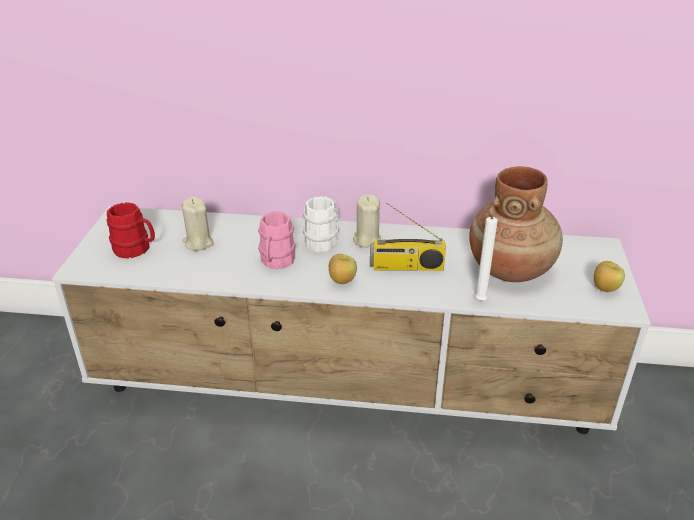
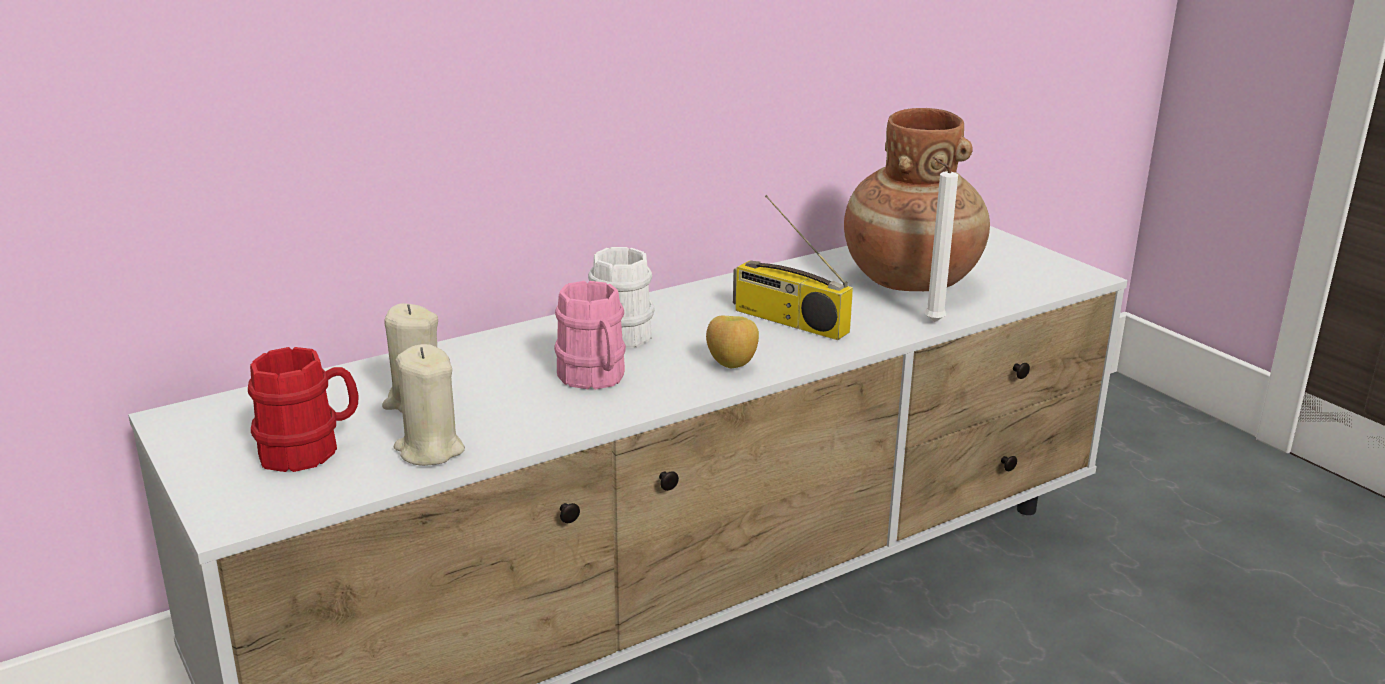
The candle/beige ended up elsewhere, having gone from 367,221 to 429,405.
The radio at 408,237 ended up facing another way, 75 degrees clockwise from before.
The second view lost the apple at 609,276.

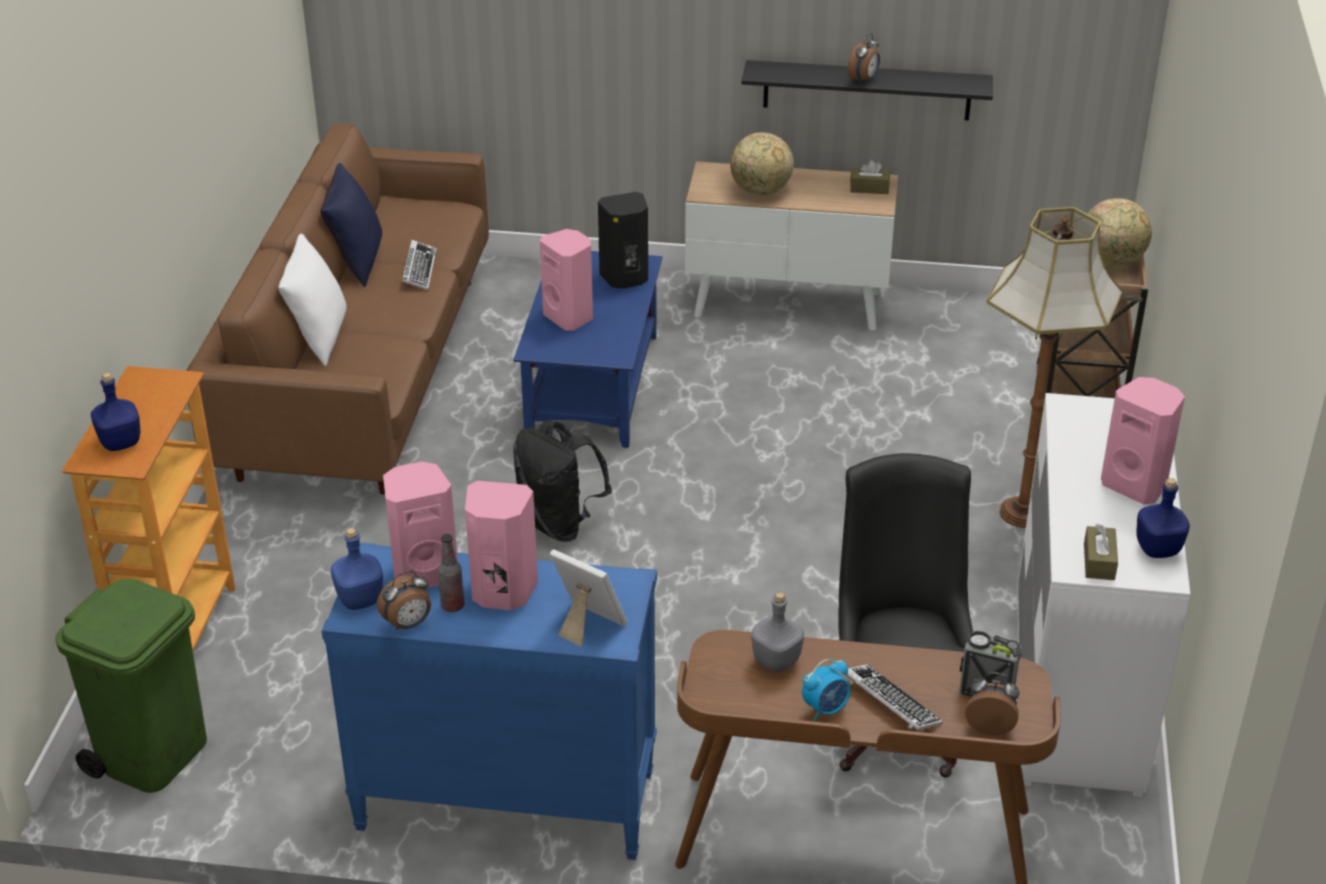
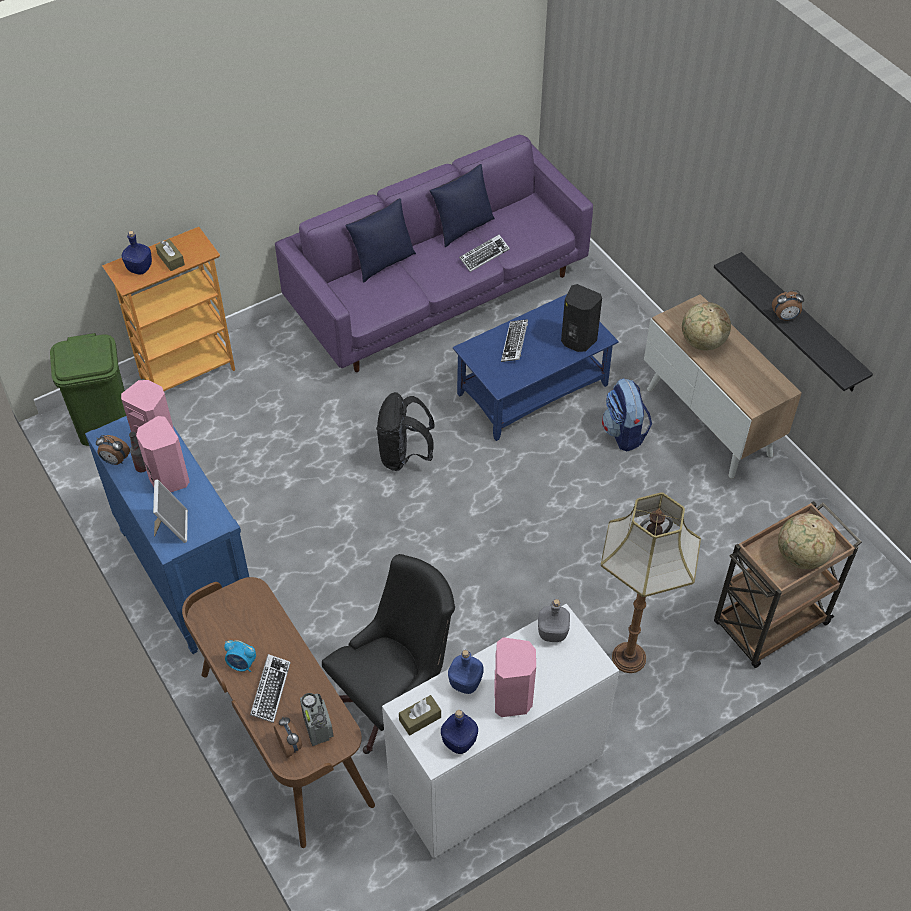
The tissue box/brown ended up elsewhere, having gone from 870,177 to 170,255.
What was the sofa/brown at 337,309 turned into the sofa/purple at 434,253.
What was the pillow/white at 312,300 turned into the pillow/blue at 380,240.
The bottle/blue ended up elsewhere, having gone from 357,569 to 466,672.
Where the speaker/pink stood at 566,280, the keyboard came to stand at 514,340.
The bottle/grey ended up elsewhere, having gone from 777,632 to 554,620.
The second view gained the backpack at 627,414.

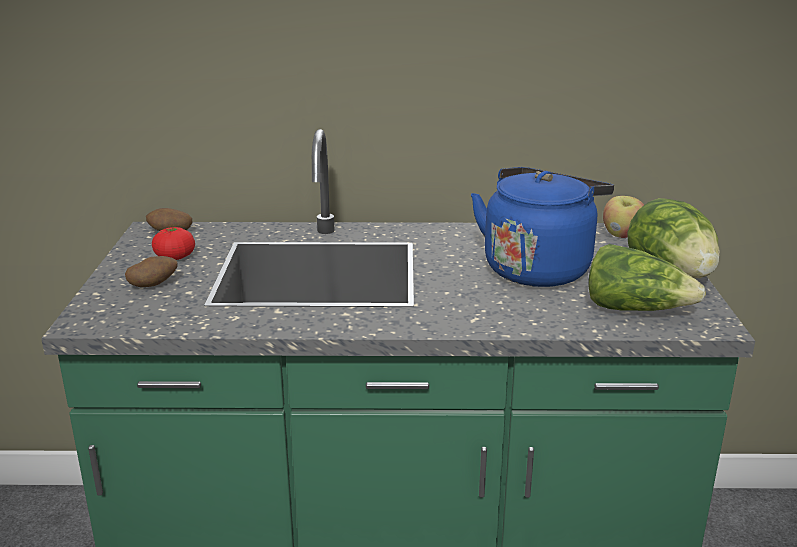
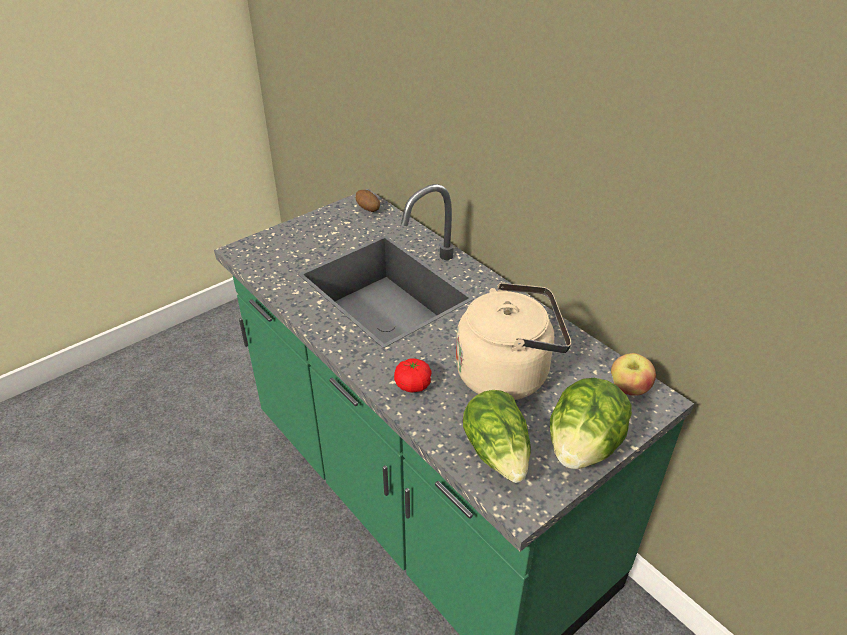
The tomato ended up elsewhere, having gone from 173,243 to 412,375.
What was the kettle/blue at 542,227 turned into the kettle/beige at 513,341.
The second view lost the potato at 151,271.

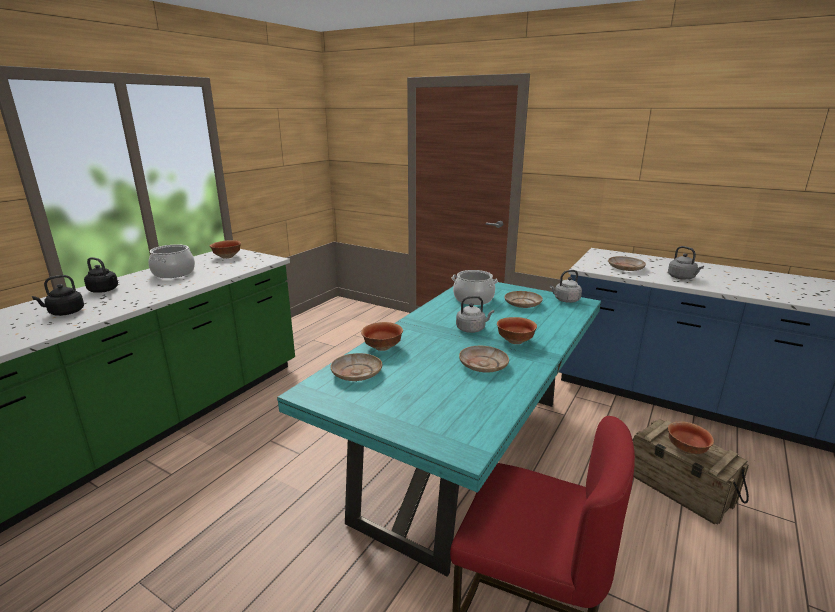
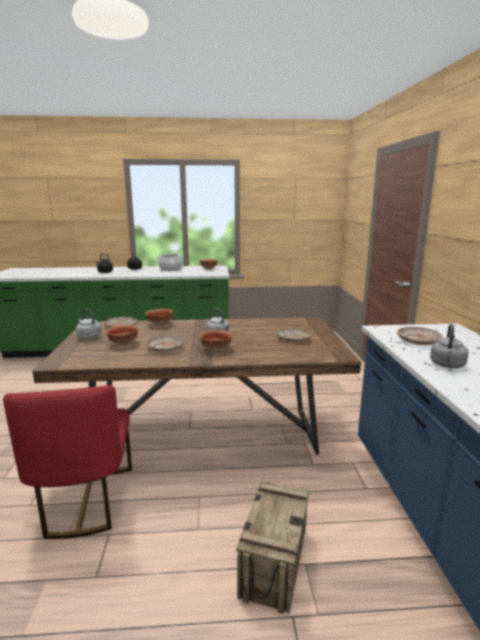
What was the dining table/turquoise at 439,429 turned into the dining table/brown at 196,386.
The kettle/grey ended up elsewhere, having gone from 566,286 to 89,324.
The bowl ended up elsewhere, having gone from 691,437 to 122,335.
The second view lost the cooking pot at 475,287.

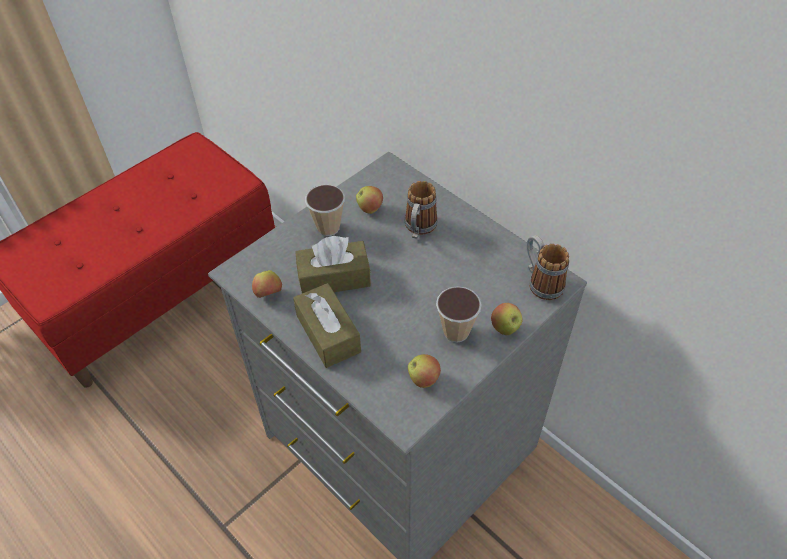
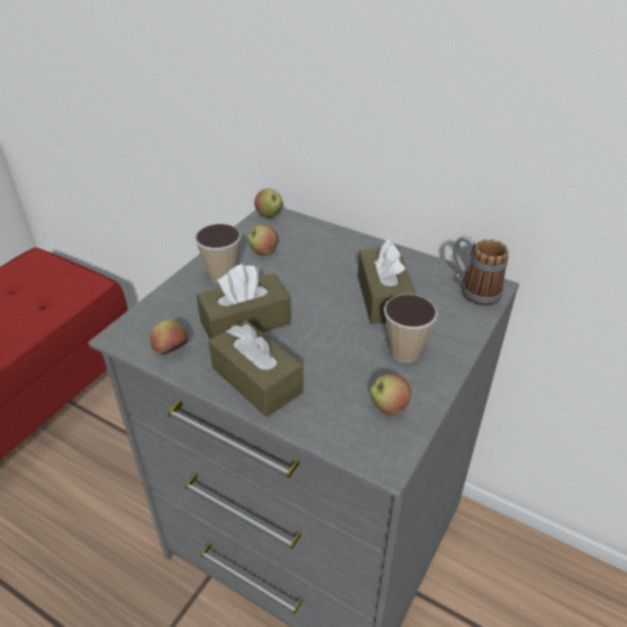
The apple ended up elsewhere, having gone from 507,319 to 268,203.
The second view gained the tissue box/brown at 387,281.
The second view lost the mug at 421,210.

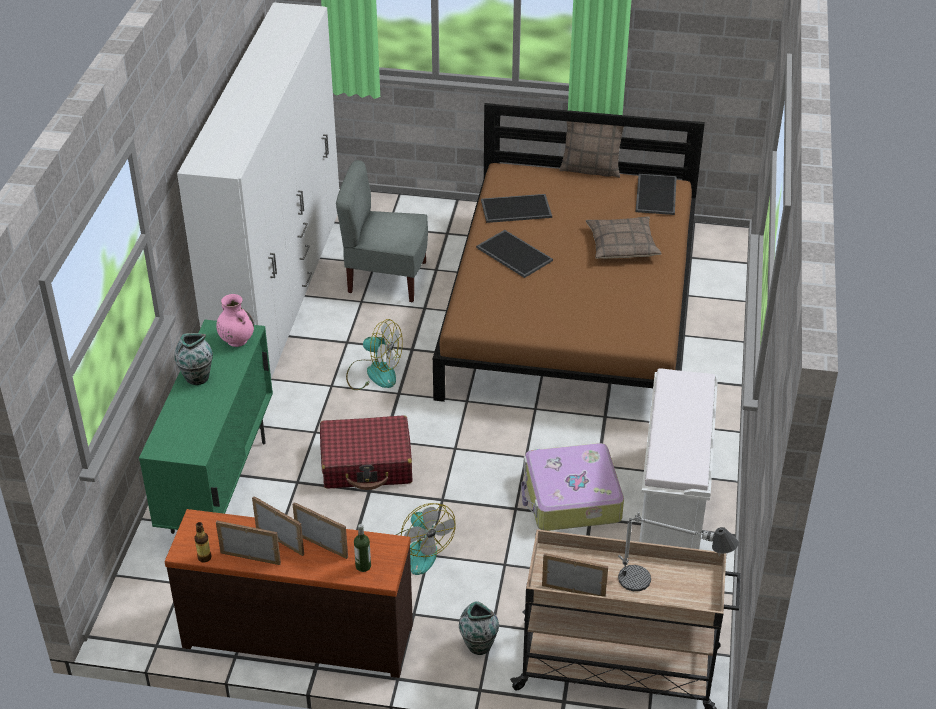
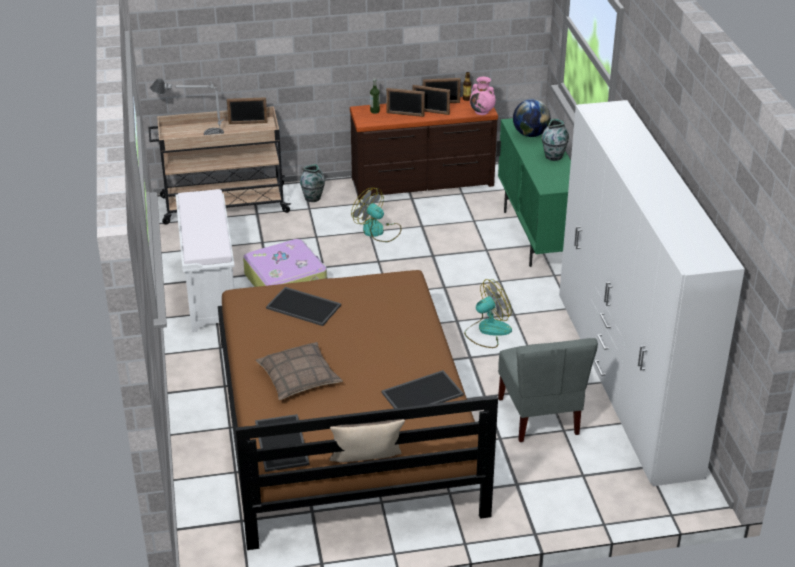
The tray ended up elsewhere, having gone from 514,254 to 303,306.
The fan at 374,354 ended up facing another way, 150 degrees clockwise from before.
The vase/pink ended up elsewhere, having gone from 235,320 to 483,96.
The chair/grey at 382,231 ended up facing another way, 90 degrees clockwise from before.
The second view gained the globe at 532,118.
The second view lost the suitcase/red at 366,452.

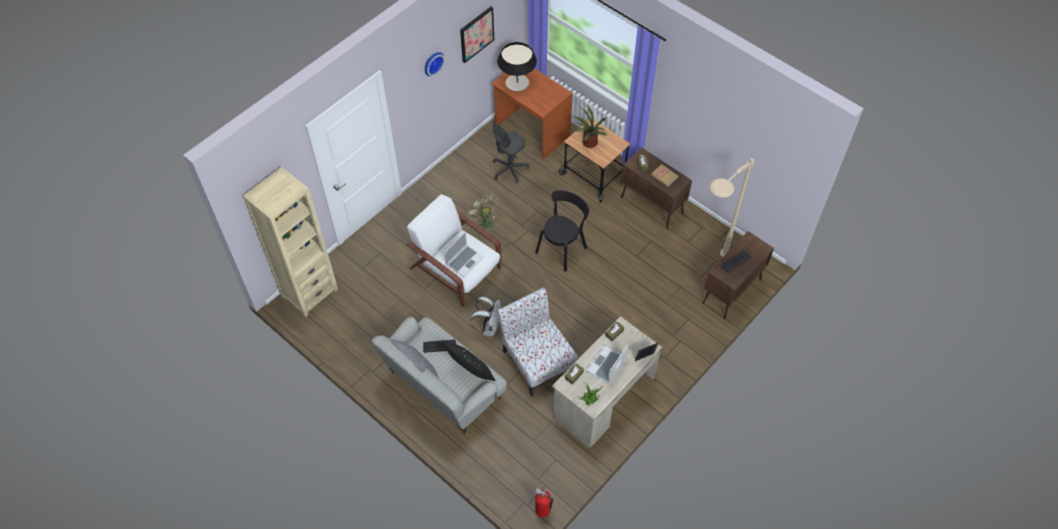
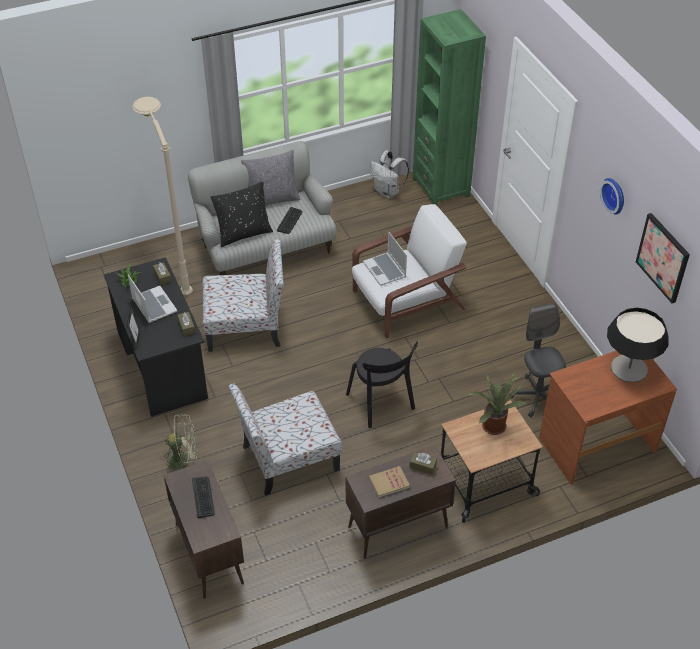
What was the desk/beige at 607,382 turned into the desk/black at 156,337.
The floor lamp/beige ended up elsewhere, having gone from 732,207 to 162,196.
The fan/green ended up elsewhere, having gone from 482,214 to 179,442.
The second view gained the chair at 285,439.
The backpack/white ended up elsewhere, having gone from 485,316 to 389,174.
What was the bookcase/beige at 290,242 turned into the bookcase/green at 449,107.
The second view lost the fire extinguisher at 543,503.

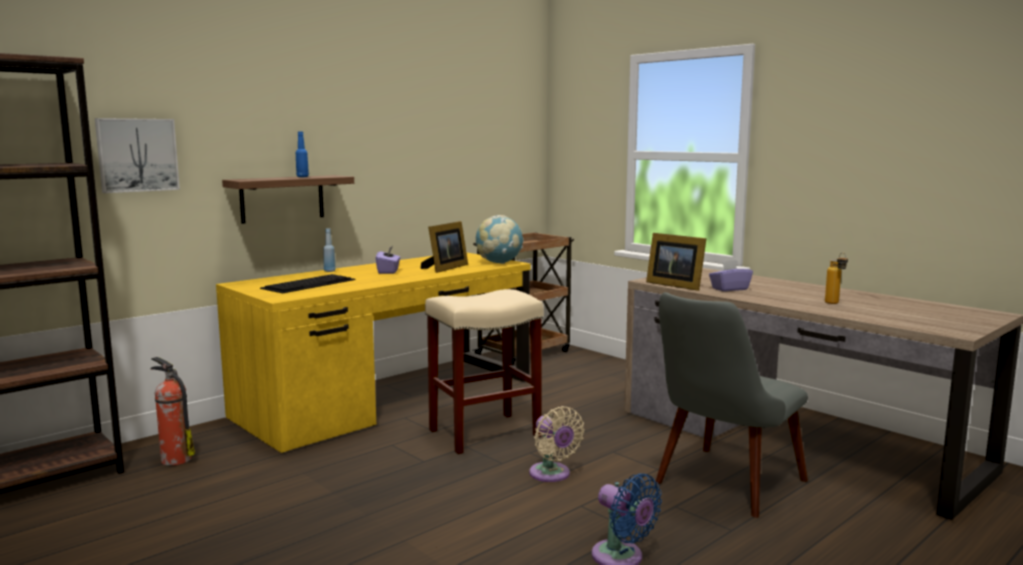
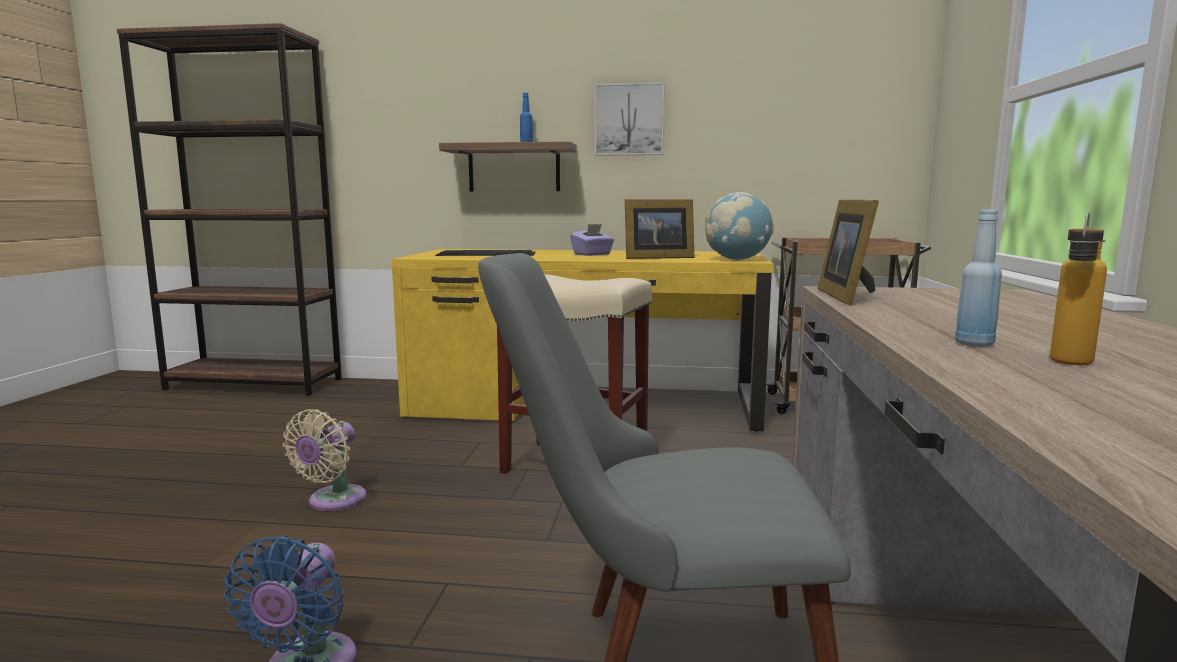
The fan/beige ended up elsewhere, having gone from 557,444 to 324,460.
The picture ended up elsewhere, having gone from 137,155 to 629,119.
The bottle/blue ended up elsewhere, having gone from 329,250 to 978,278.
The second view lost the fire extinguisher at 173,411.
The second view lost the tissue box/purple at 731,275.

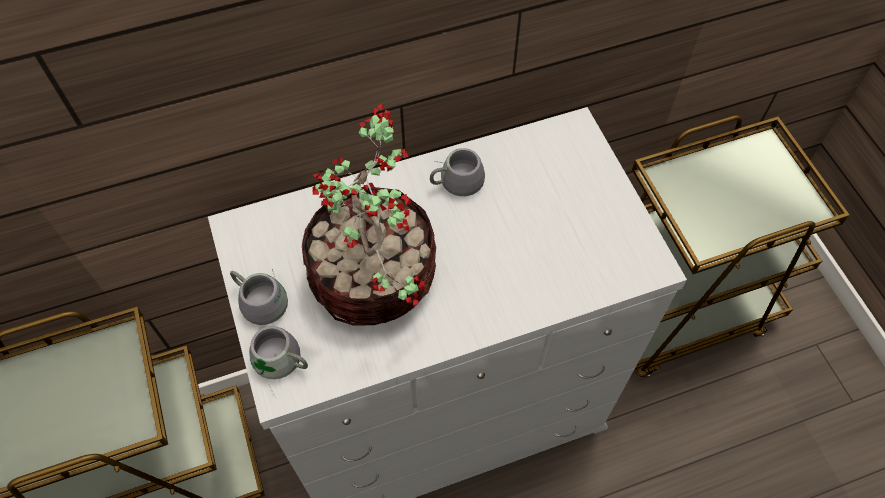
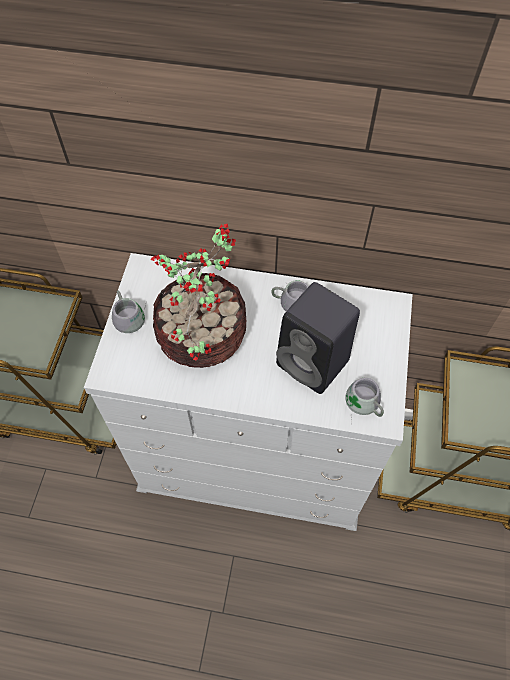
The second view gained the speaker/black at 318,338.
The mug/grey ended up elsewhere, having gone from 278,361 to 365,401.

